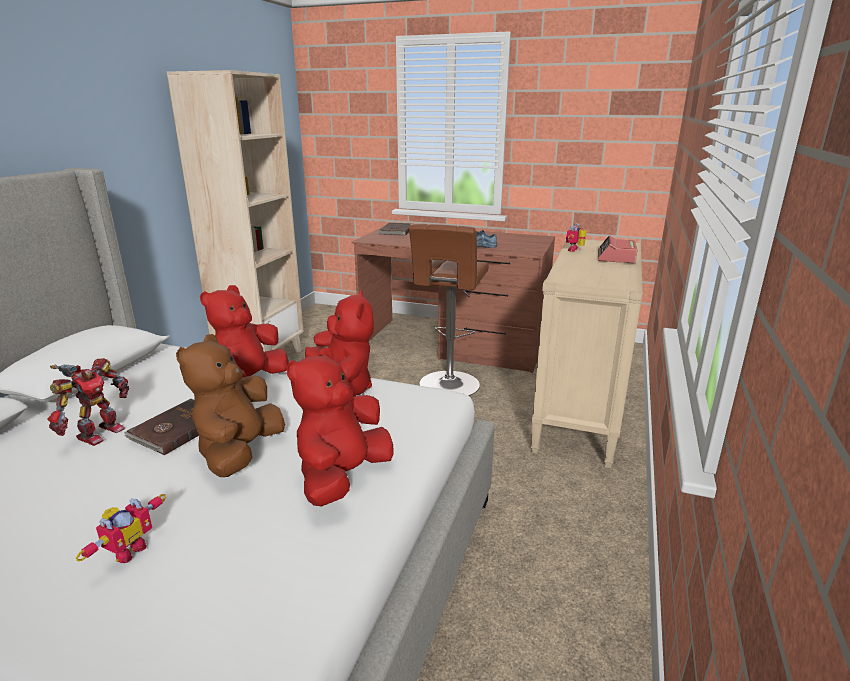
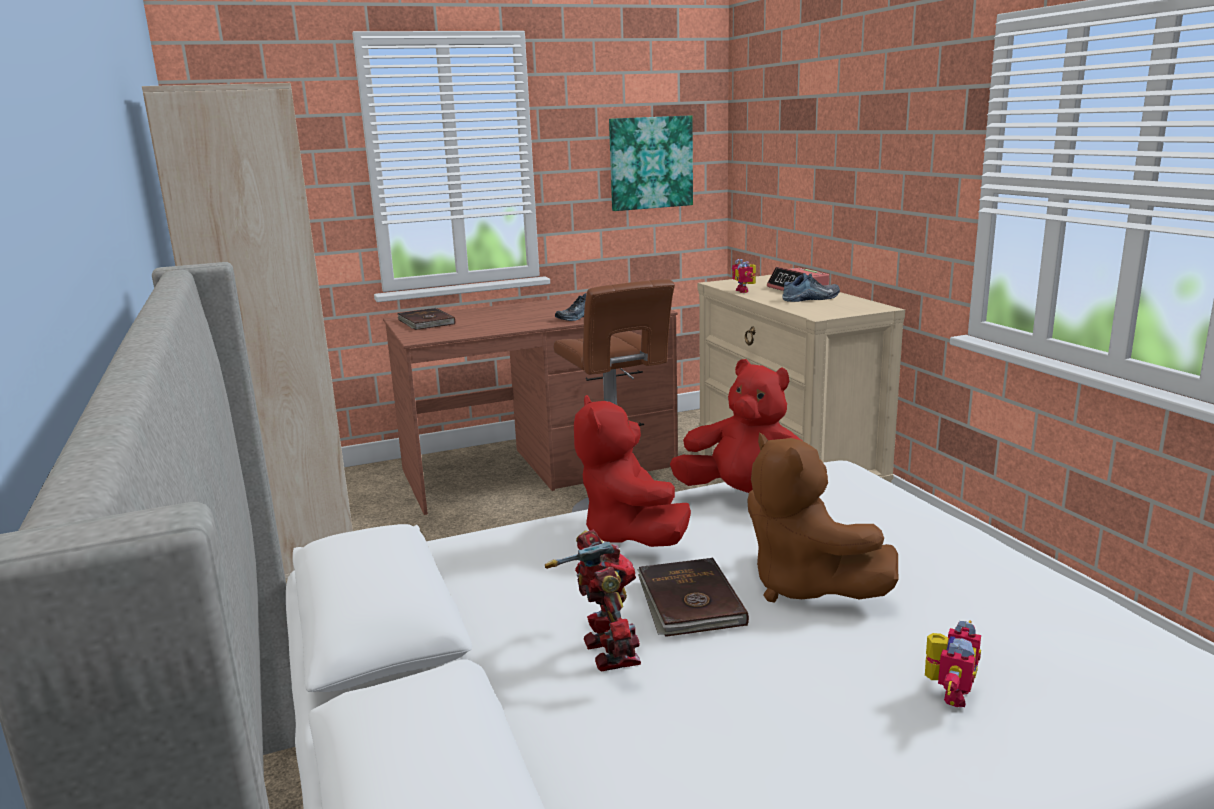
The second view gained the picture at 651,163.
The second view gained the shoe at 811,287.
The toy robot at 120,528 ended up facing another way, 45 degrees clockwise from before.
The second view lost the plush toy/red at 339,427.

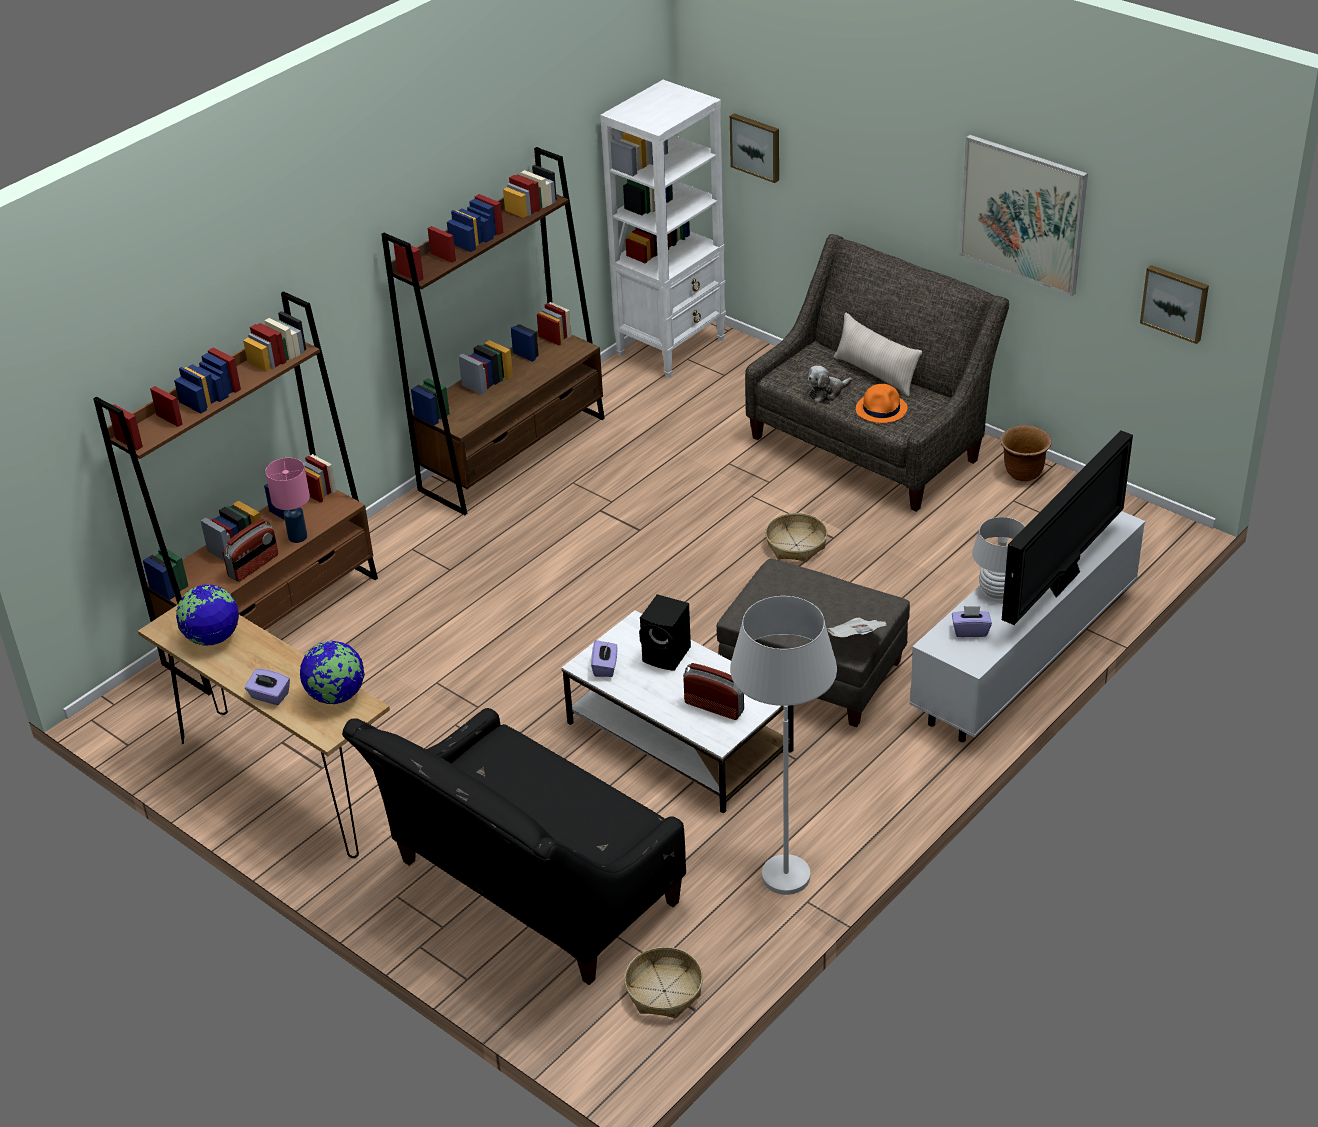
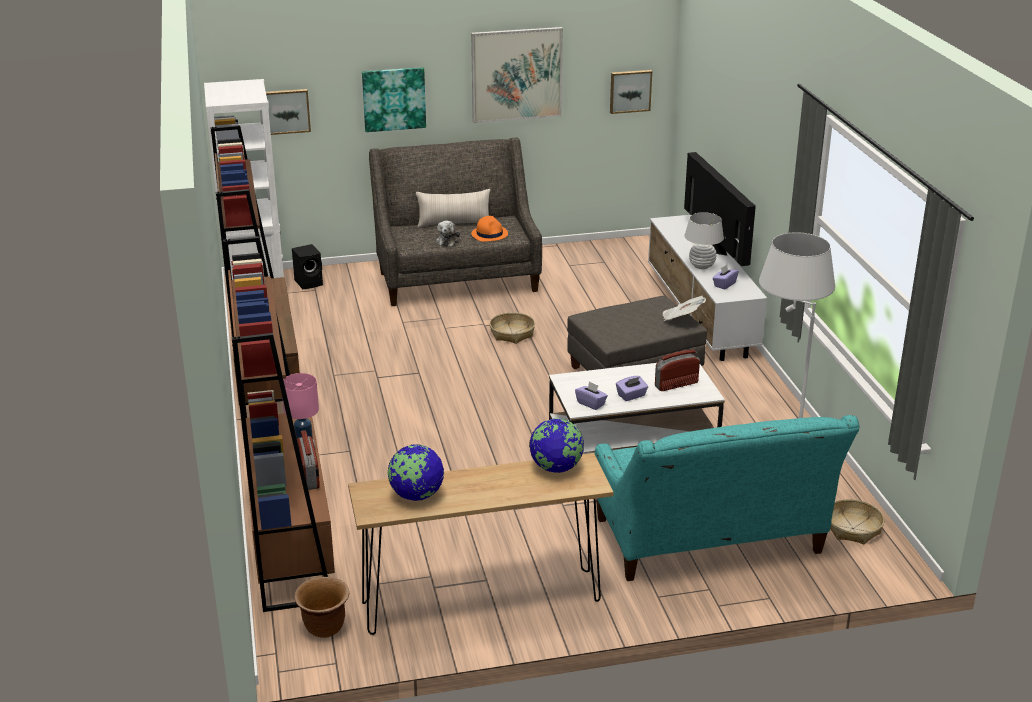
The speaker/black ended up elsewhere, having gone from 665,632 to 307,266.
The planter/brown ended up elsewhere, having gone from 1026,453 to 321,607.
The second view gained the picture at 394,99.
What was the sofa/black at 514,846 turned into the sofa/turquoise at 727,498.
The tissue box/purple ended up elsewhere, having gone from 267,687 to 632,388.

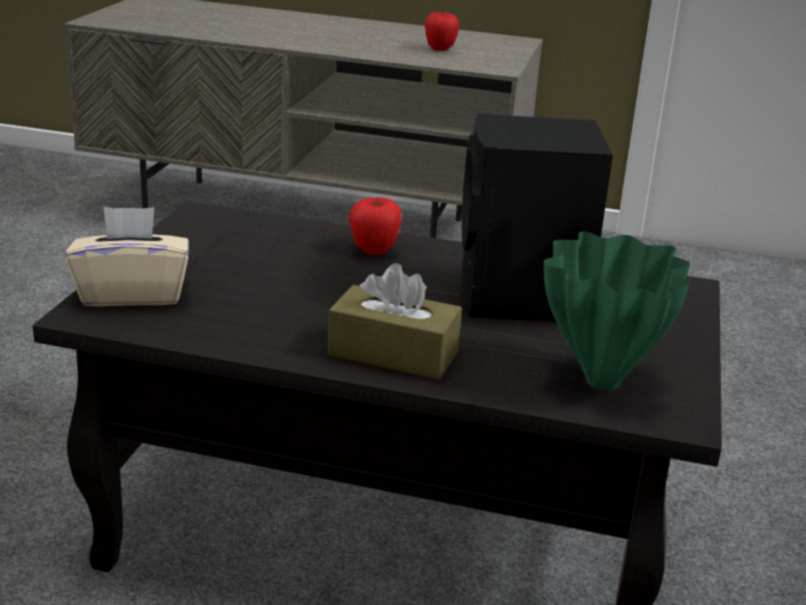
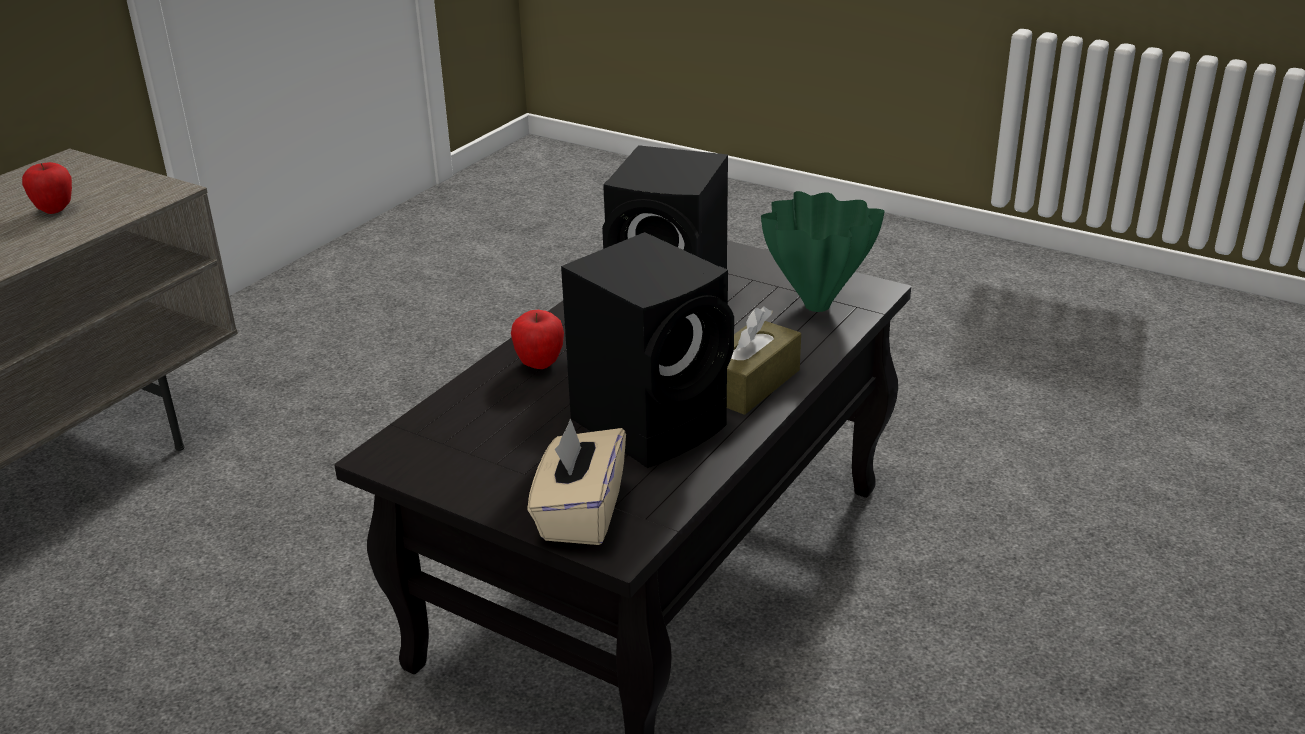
The second view gained the speaker/black at 647,350.

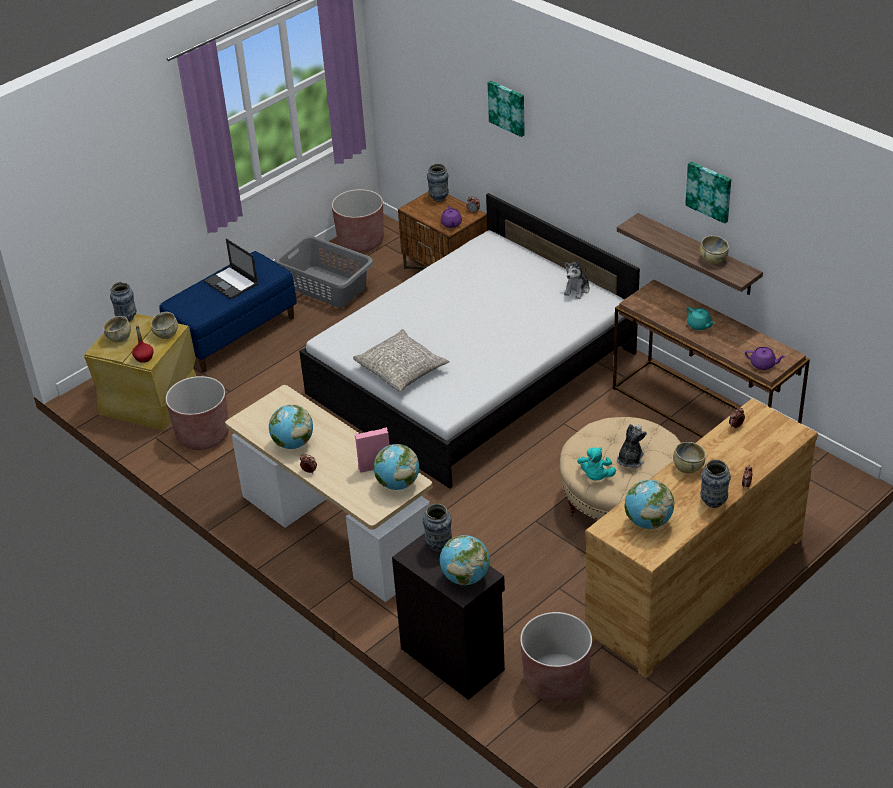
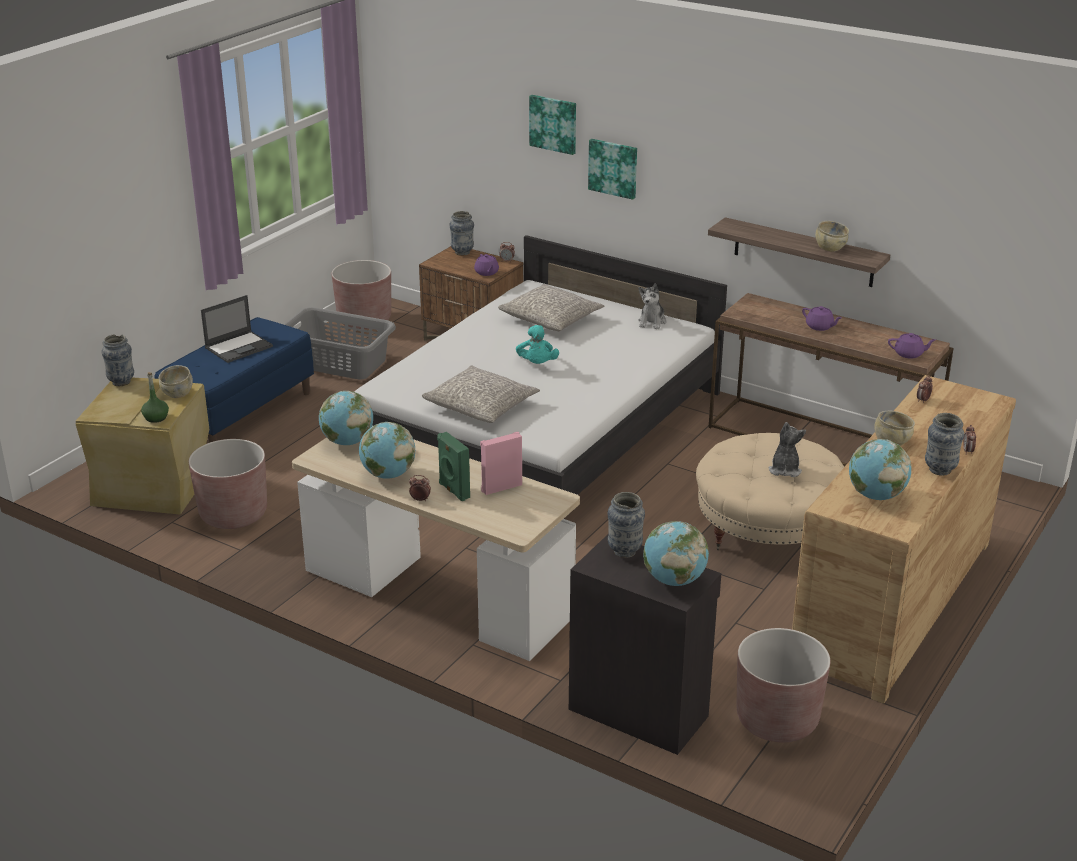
What was the bottle/red at 143,344 turned into the bottle/green at 155,397.
The laptop at 231,269 ended up facing another way, 75 degrees counterclockwise from before.
The globe ended up elsewhere, having gone from 396,467 to 346,418.
The second view gained the speaker/green at 453,466.
The second view gained the pillow/grey at 551,307.
The plush toy/turquoise ended up elsewhere, having gone from 596,464 to 537,344.
The picture ended up elsewhere, having gone from 708,193 to 612,169.
What was the teapot/turquoise at 700,318 turned into the teapot/purple at 822,318.
The second view lost the bowl/beige at 117,329.

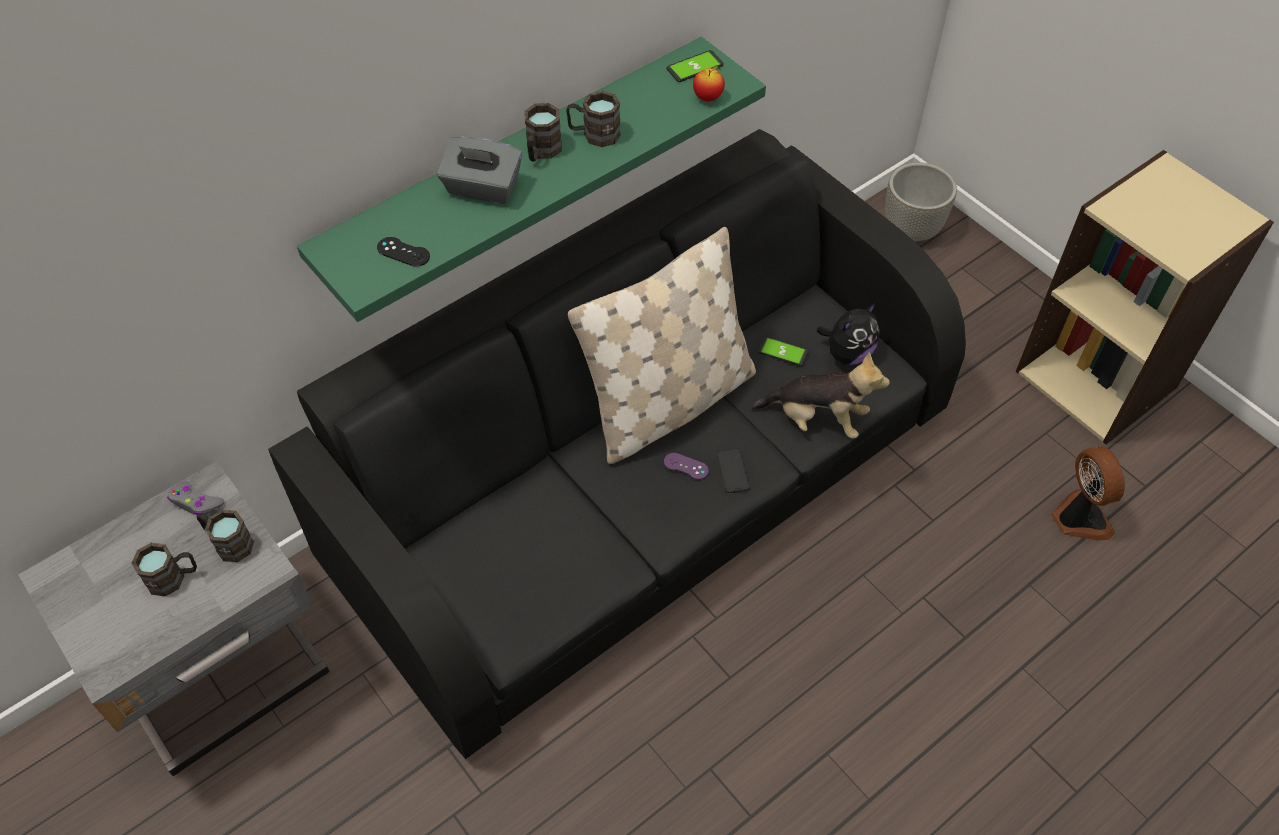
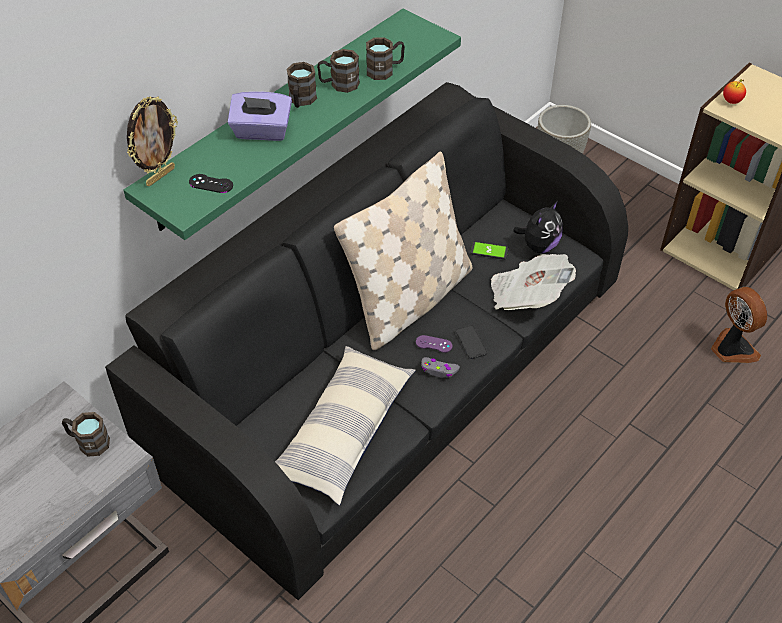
The second view gained the picture frame at 152,141.
What was the tissue box/grey at 479,170 turned into the tissue box/purple at 260,116.
The second view gained the pillow at 345,425.
The mug/brown ended up elsewhere, having gone from 164,569 to 385,58.
The game controller/grey ended up elsewhere, having gone from 195,498 to 440,367.
Where the plush toy stood at 820,395, the newspaper came to stand at 533,282.
The apple ended up elsewhere, having gone from 709,83 to 734,91.
The second view lost the phone at 695,66.

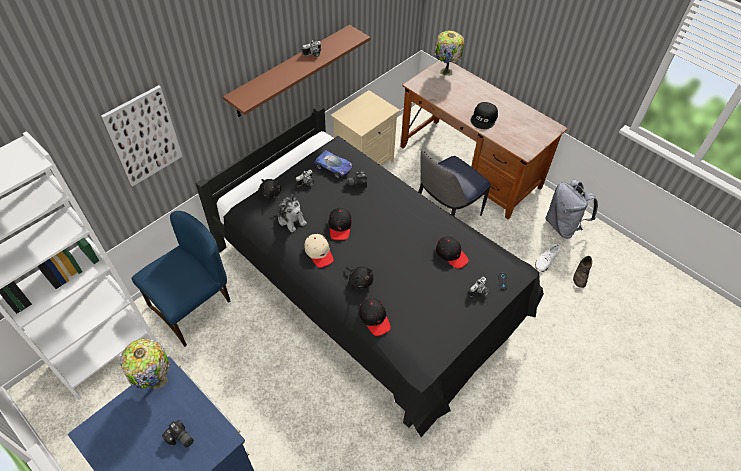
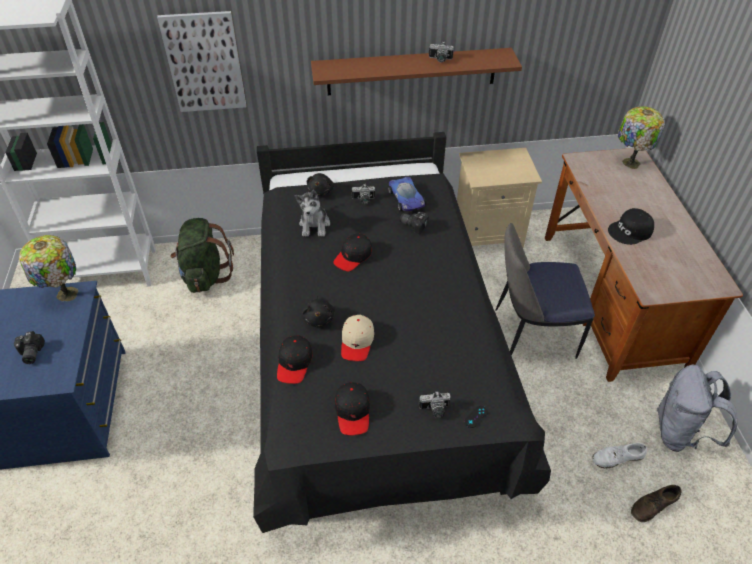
Where the chair/blue stood at 181,279, the backpack/green came to stand at 202,255.
The cap/black ended up elsewhere, having gone from 452,252 to 352,408.
The cap/beige ended up elsewhere, having gone from 319,250 to 357,338.

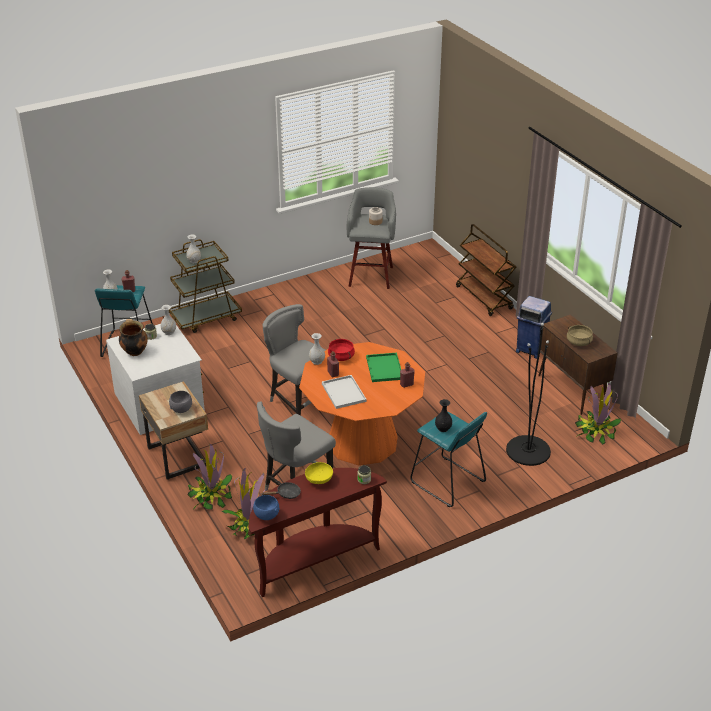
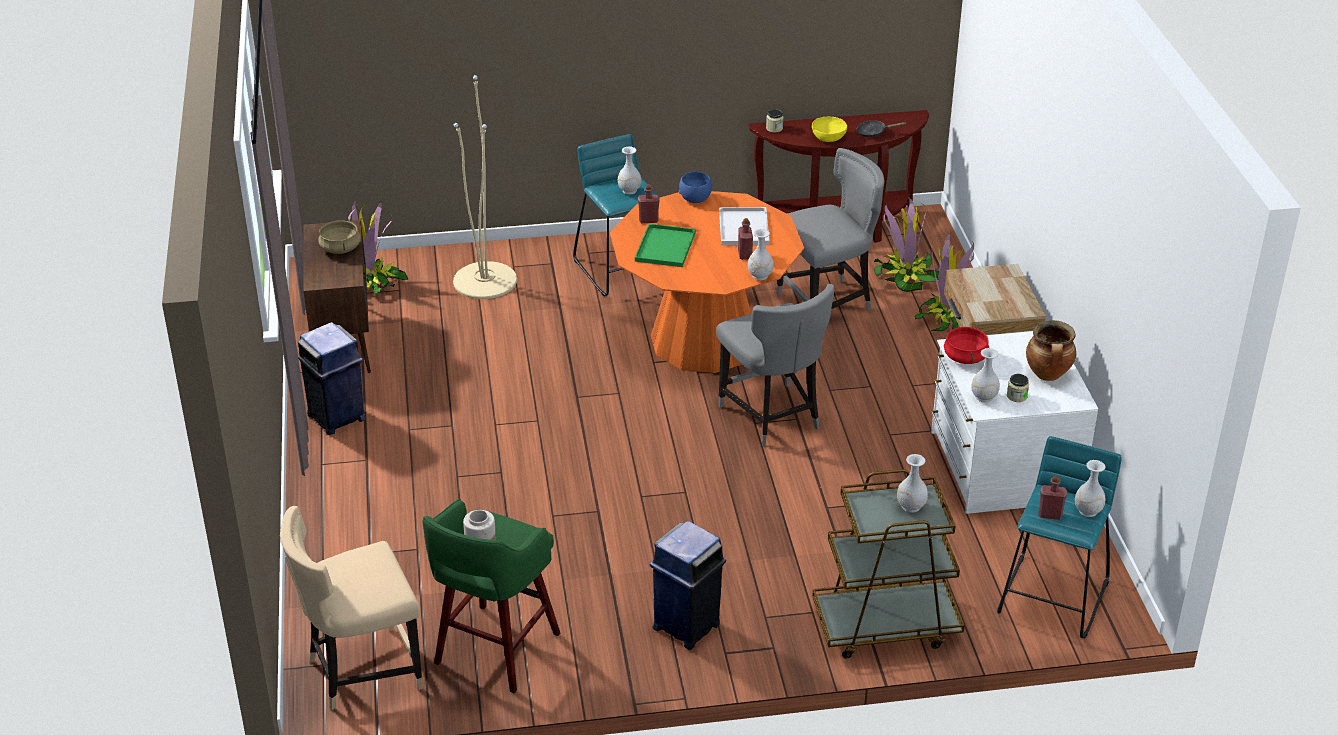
The second view gained the chair/beige at 351,608.
What was the stool/grey at 371,238 turned into the stool/green at 491,596.
What was the floor lamp/black at 528,394 turned into the floor lamp/beige at 485,187.
What was the vase/black at 443,415 turned into the vase/white at 629,171.
The second view gained the trash can/blue at 687,585.
The bowl/blue ended up elsewhere, having gone from 266,507 to 695,187.
The cooking pot/red ended up elsewhere, having gone from 341,350 to 966,345.
The second view lost the bowl/grey at 180,402.
The second view lost the cart/brown at 486,270.

